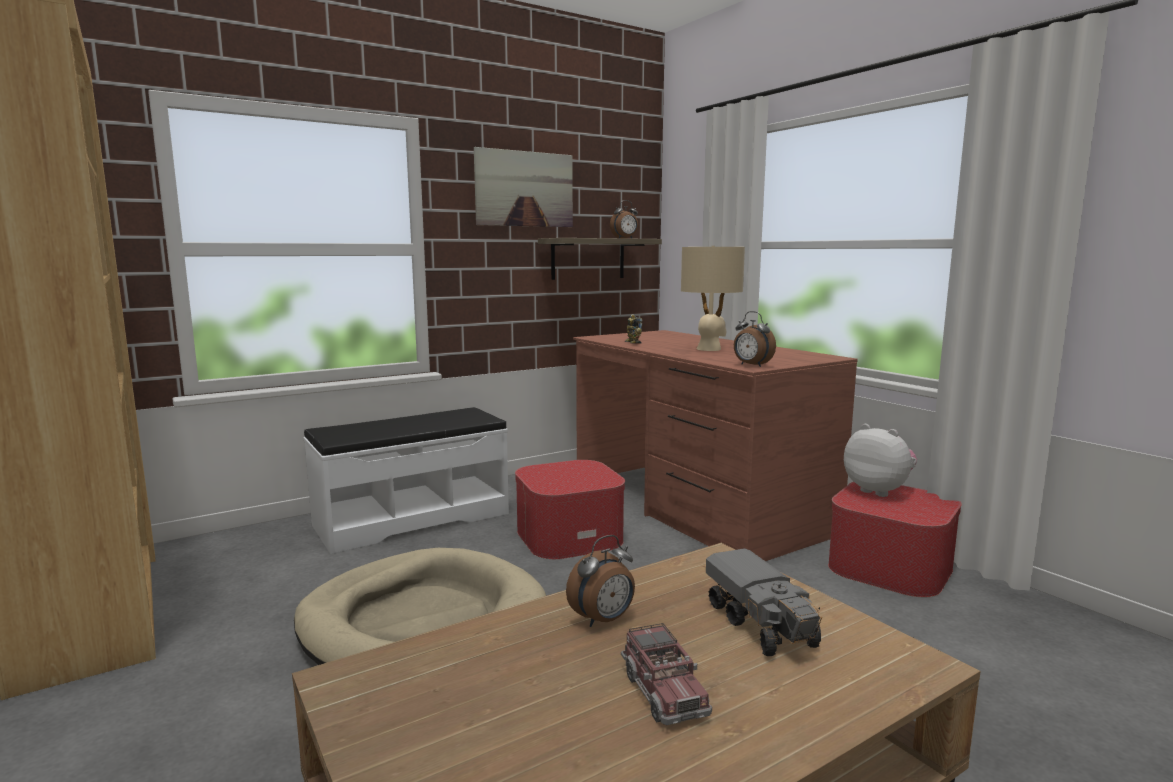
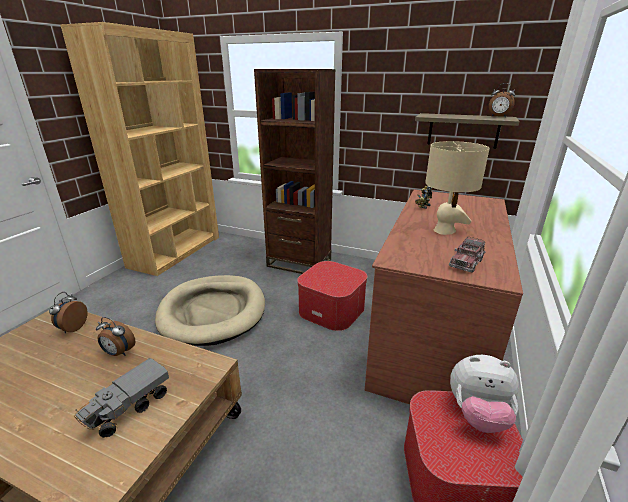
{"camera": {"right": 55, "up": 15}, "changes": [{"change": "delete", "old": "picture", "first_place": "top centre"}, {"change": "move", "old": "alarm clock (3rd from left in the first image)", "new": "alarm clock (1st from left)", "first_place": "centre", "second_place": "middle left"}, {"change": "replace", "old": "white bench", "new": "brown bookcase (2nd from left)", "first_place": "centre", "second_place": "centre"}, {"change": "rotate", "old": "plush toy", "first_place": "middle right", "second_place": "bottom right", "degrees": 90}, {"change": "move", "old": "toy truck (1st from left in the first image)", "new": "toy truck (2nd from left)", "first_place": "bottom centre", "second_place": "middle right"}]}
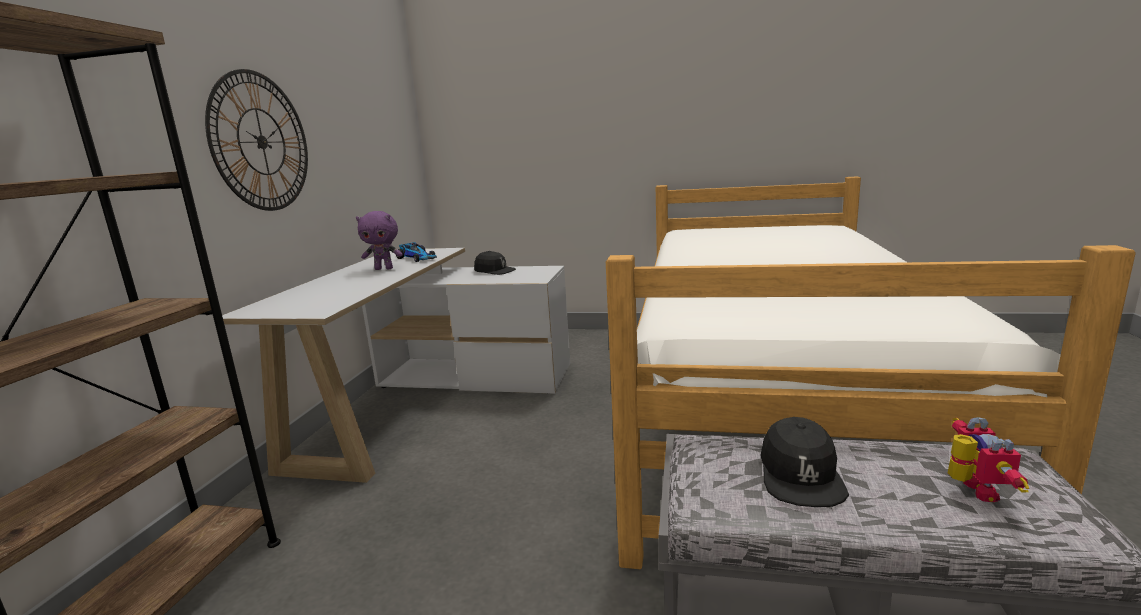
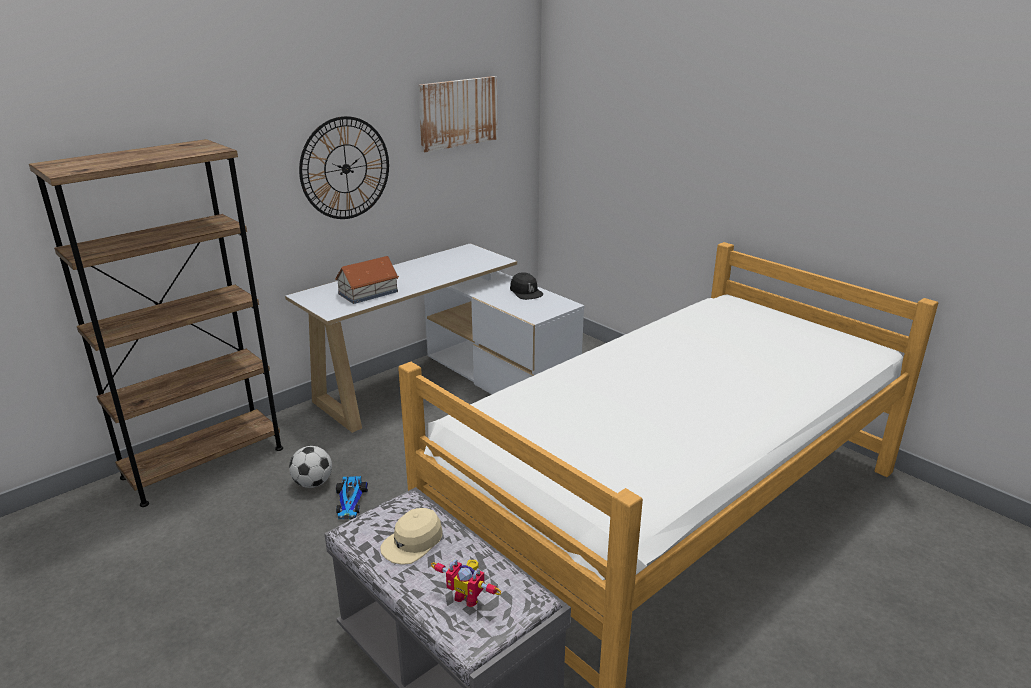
{"camera": {"right": 35, "up": 10}, "changes": [{"change": "delete", "old": "purple plush toy", "first_place": "middle left"}, {"change": "move", "old": "toy car", "first_place": "centre", "second_place": "bottom centre"}, {"change": "recolor", "old": "black cap (2nd from left)", "new": "beige cap", "first_place": "bottom right", "second_place": "bottom centre"}, {"change": "rotate", "old": "toy robot", "first_place": "bottom right", "second_place": "bottom centre", "degrees": 75}, {"change": "insert", "new": "picture", "second_place": "top centre"}, {"change": "insert", "new": "toy house", "second_place": "centre"}, {"change": "insert", "new": "football", "second_place": "bottom left"}]}
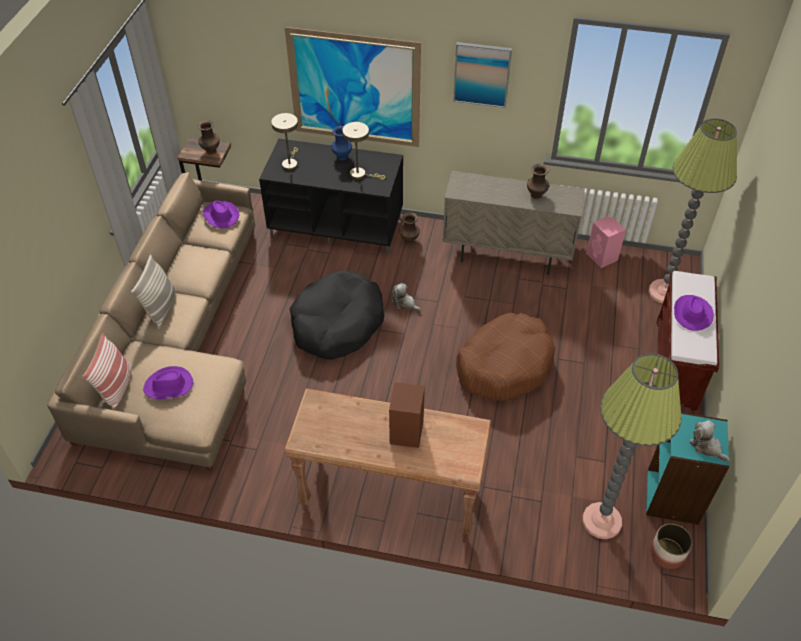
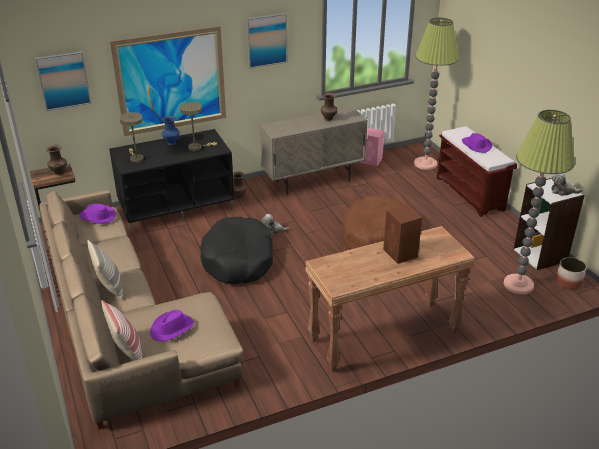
{"camera": {"right": -35, "up": -15}, "changes": [{"change": "recolor", "old": "turquoise bookcase", "new": "white bookcase", "first_place": "bottom right", "second_place": "middle right"}, {"change": "insert", "new": "picture (1st from left)", "second_place": "top left"}]}
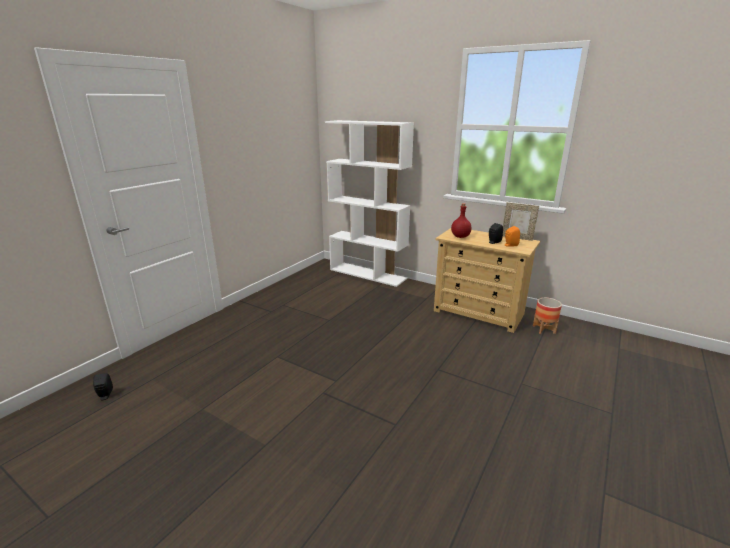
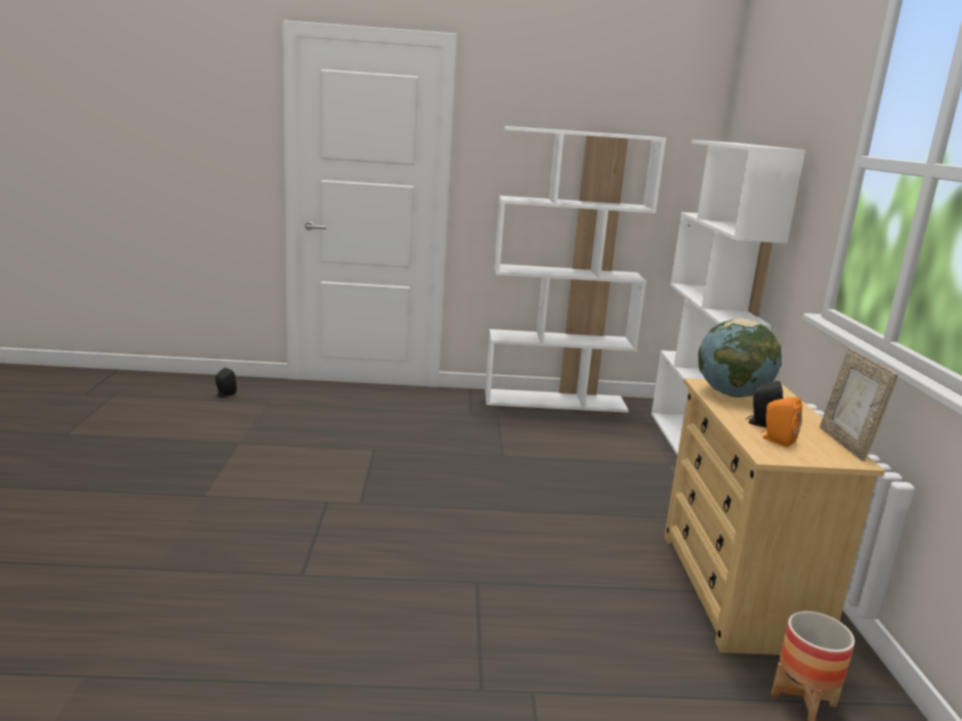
{"camera": {"right": 55, "up": -5}, "changes": [{"change": "replace", "old": "red bottle", "new": "globe", "first_place": "centre", "second_place": "middle right"}, {"change": "insert", "new": "white bookcase (1st from left)", "second_place": "centre"}]}
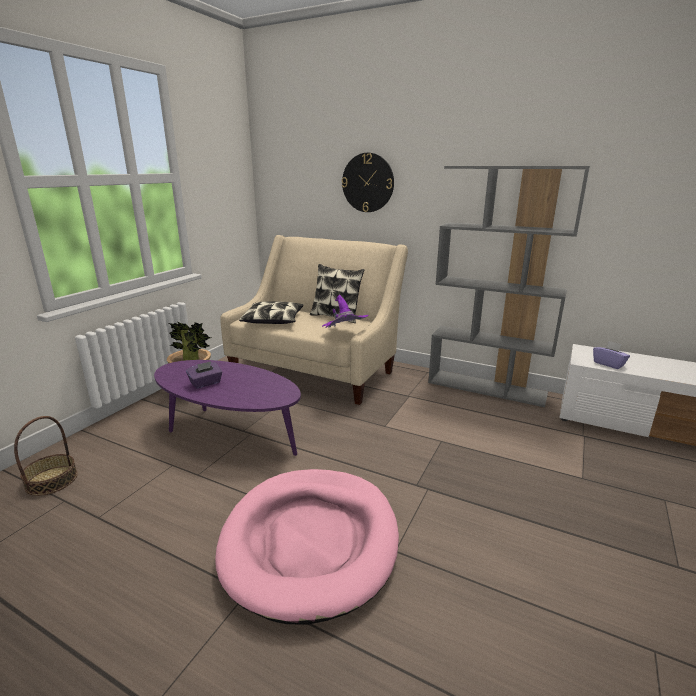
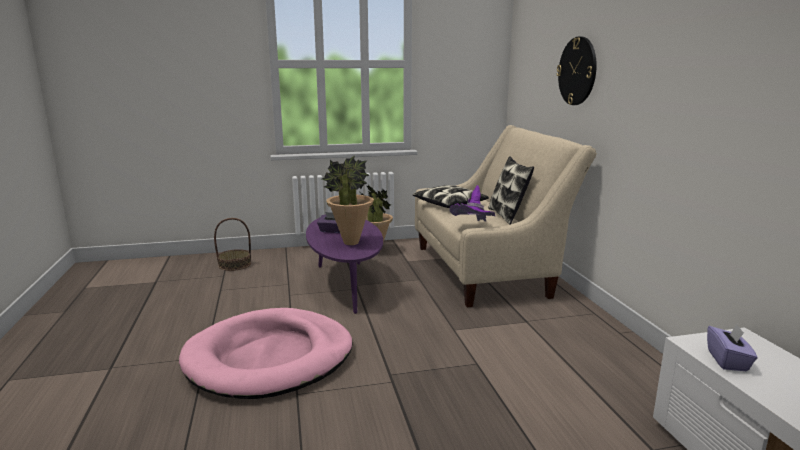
{"camera": {"right": 50, "up": -5}, "changes": [{"change": "delete", "old": "grey bookcase", "first_place": "middle right"}, {"change": "insert", "new": "potted plant (1st from left)", "second_place": "centre"}]}
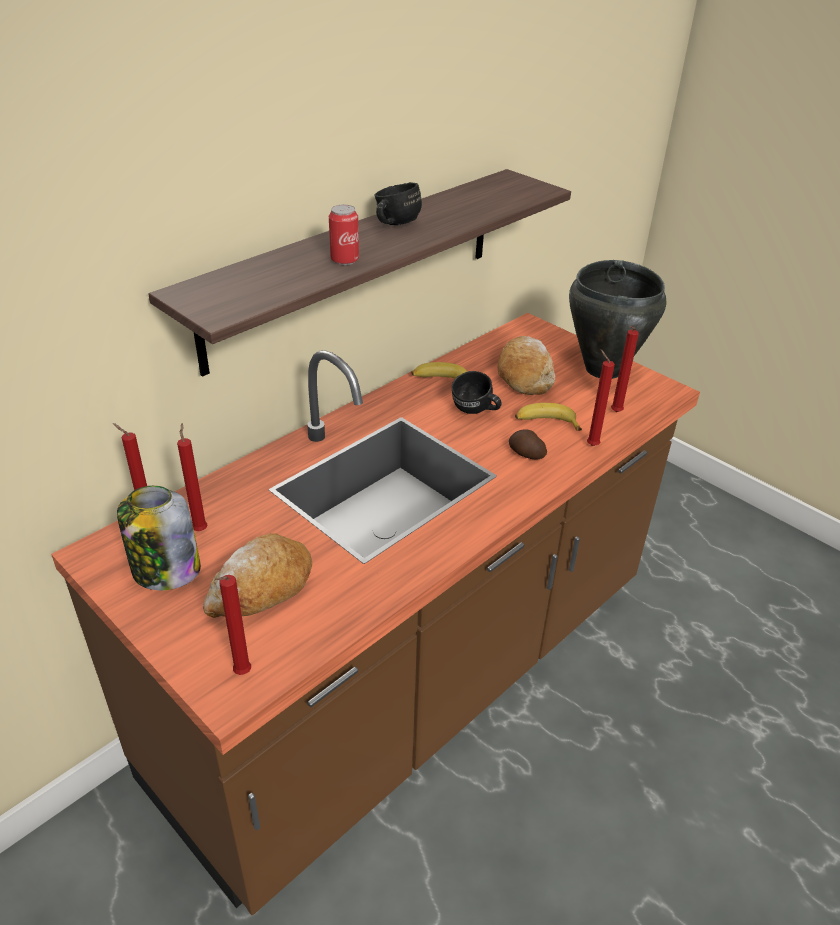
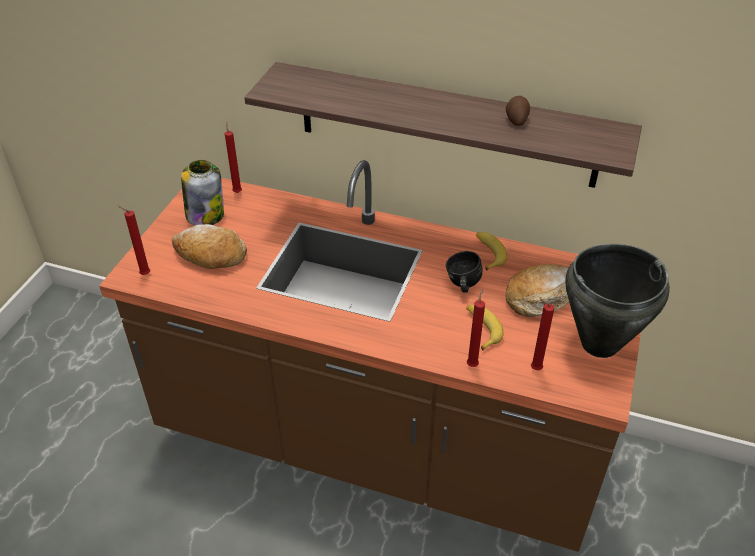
{"camera": {"right": 65, "up": 5}, "changes": [{"change": "delete", "old": "black mug (1st from left)", "first_place": "top centre"}, {"change": "delete", "old": "can", "first_place": "top centre"}, {"change": "delete", "old": "red candle (2nd from left)", "first_place": "middle left"}, {"change": "move", "old": "potato", "first_place": "centre", "second_place": "top right"}]}
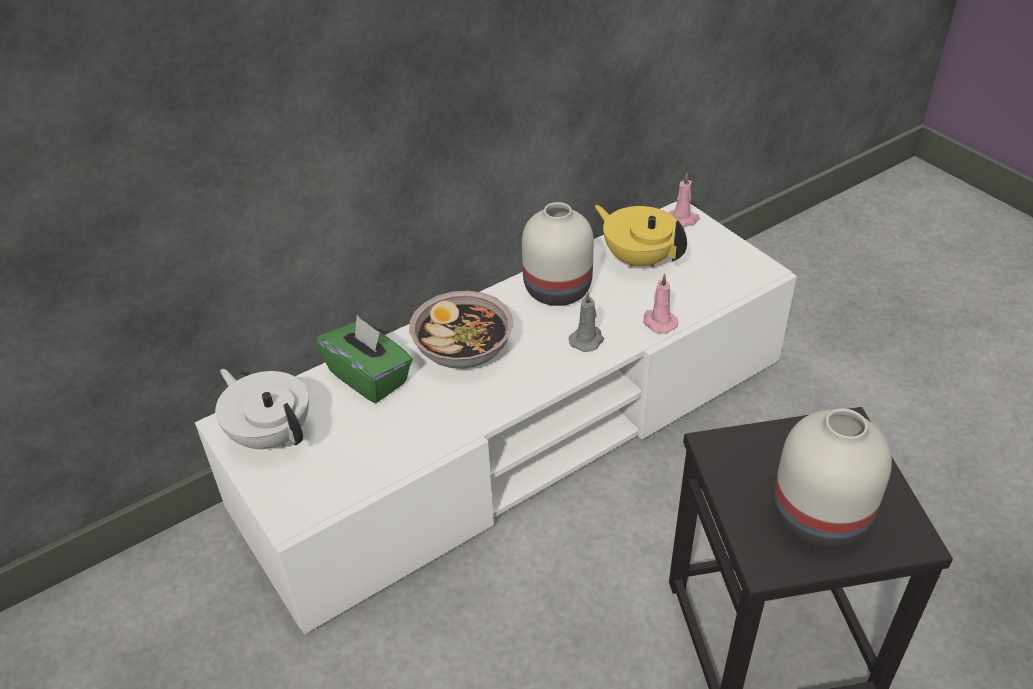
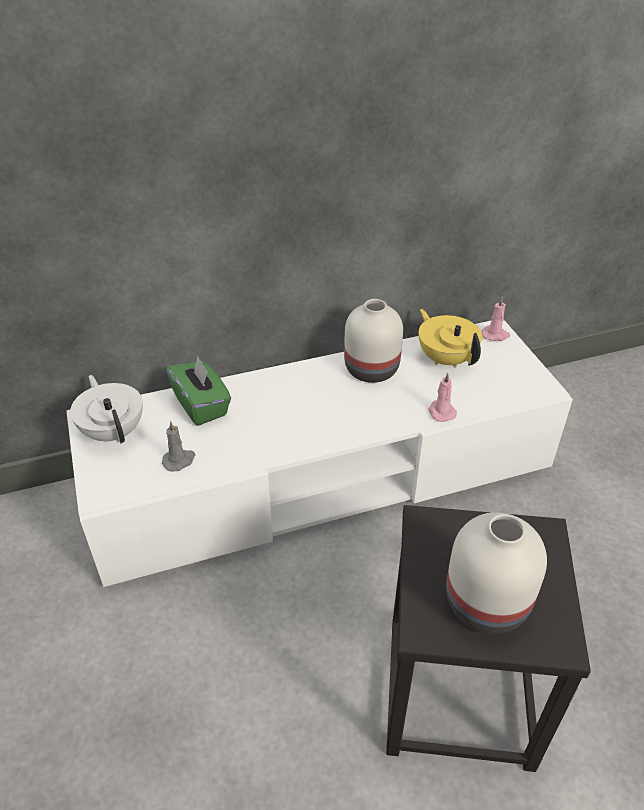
{"camera": {"right": 15, "up": 0}, "changes": [{"change": "delete", "old": "bowl", "first_place": "centre"}, {"change": "move", "old": "grey candle", "first_place": "centre", "second_place": "middle left"}]}
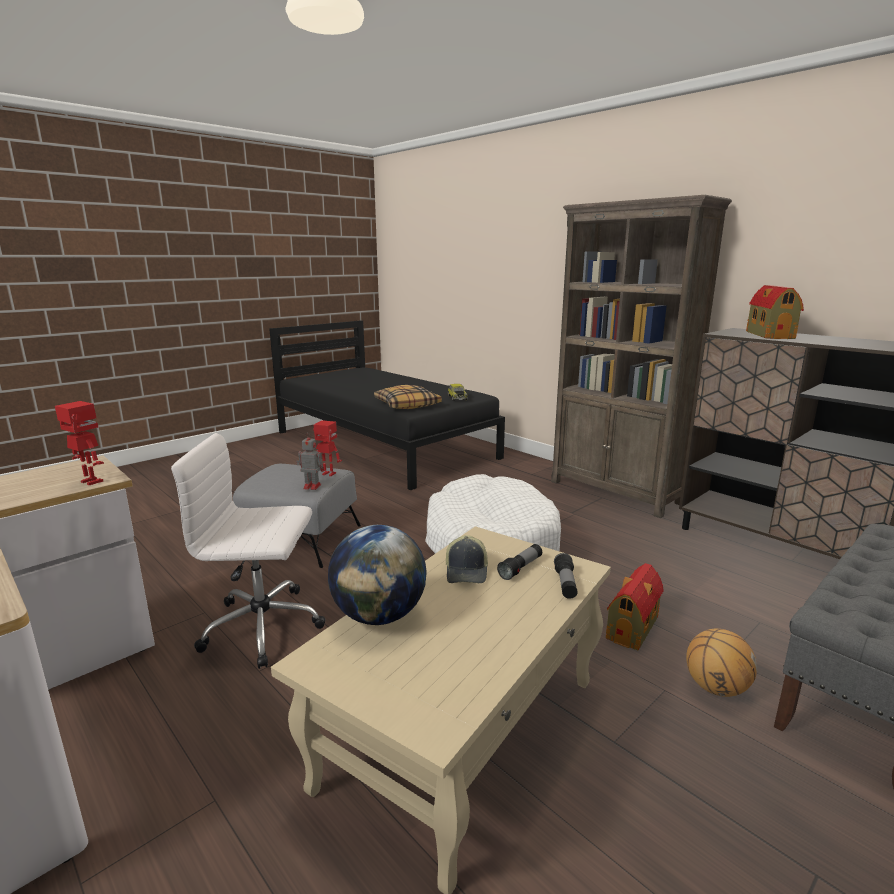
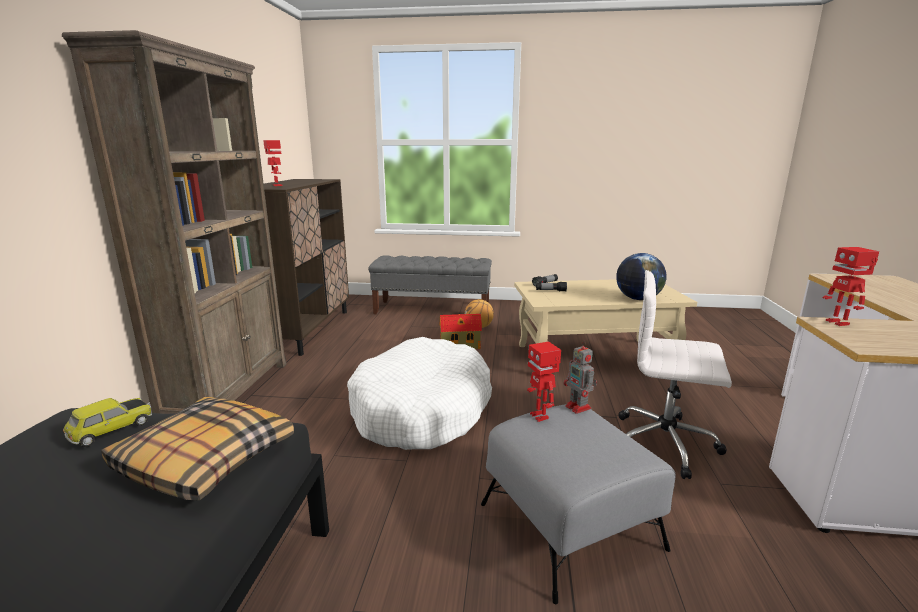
{"camera": {"right": -130, "up": 0}, "changes": [{"change": "replace", "old": "toy house (2nd from left)", "new": "toy robot (1st from left)", "first_place": "middle right", "second_place": "top left"}, {"change": "rotate", "old": "white office chair", "first_place": "middle left", "second_place": "middle right", "degrees": 150}, {"change": "delete", "old": "cap", "first_place": "centre"}]}
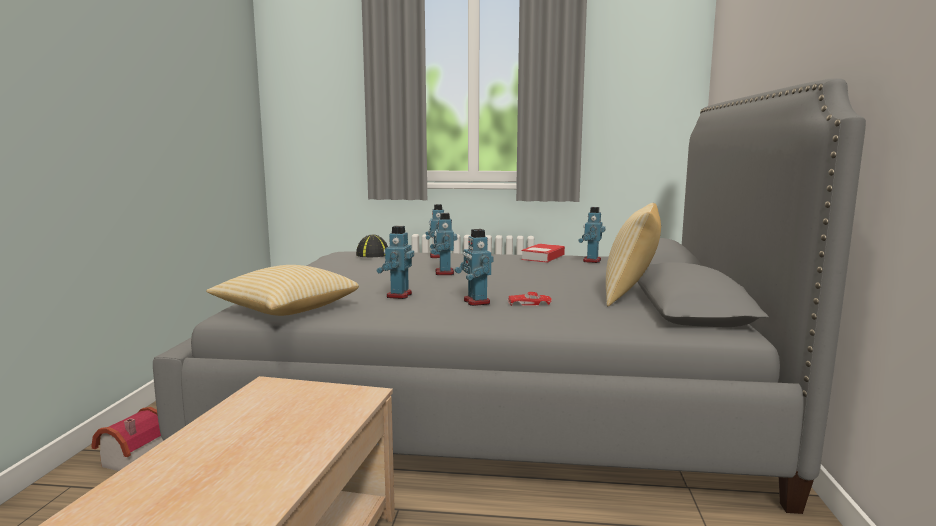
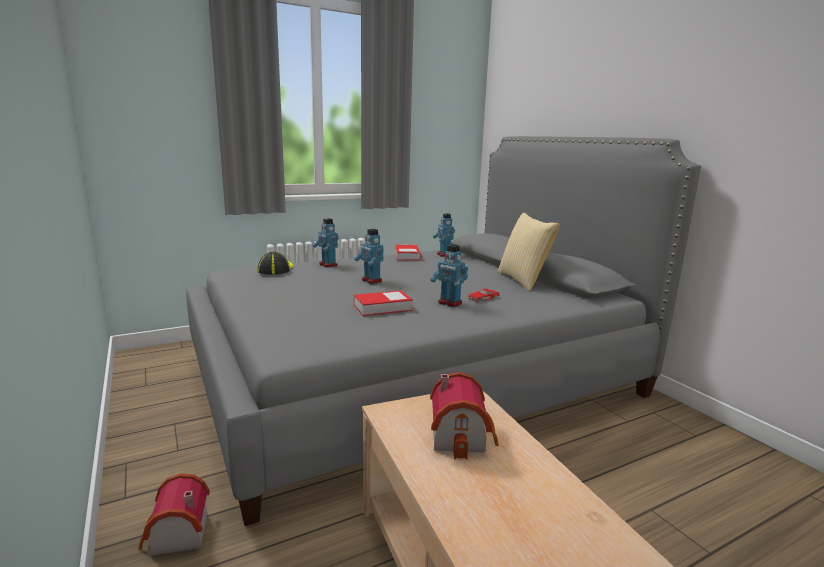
{"camera": {"right": -35, "up": 5}, "changes": [{"change": "replace", "old": "toy robot (1st from left)", "new": "book (1st from left)", "first_place": "centre", "second_place": "centre"}, {"change": "delete", "old": "pillow (1st from left)", "first_place": "middle left"}, {"change": "insert", "new": "toy house (2nd from left)", "second_place": "bottom centre"}]}
